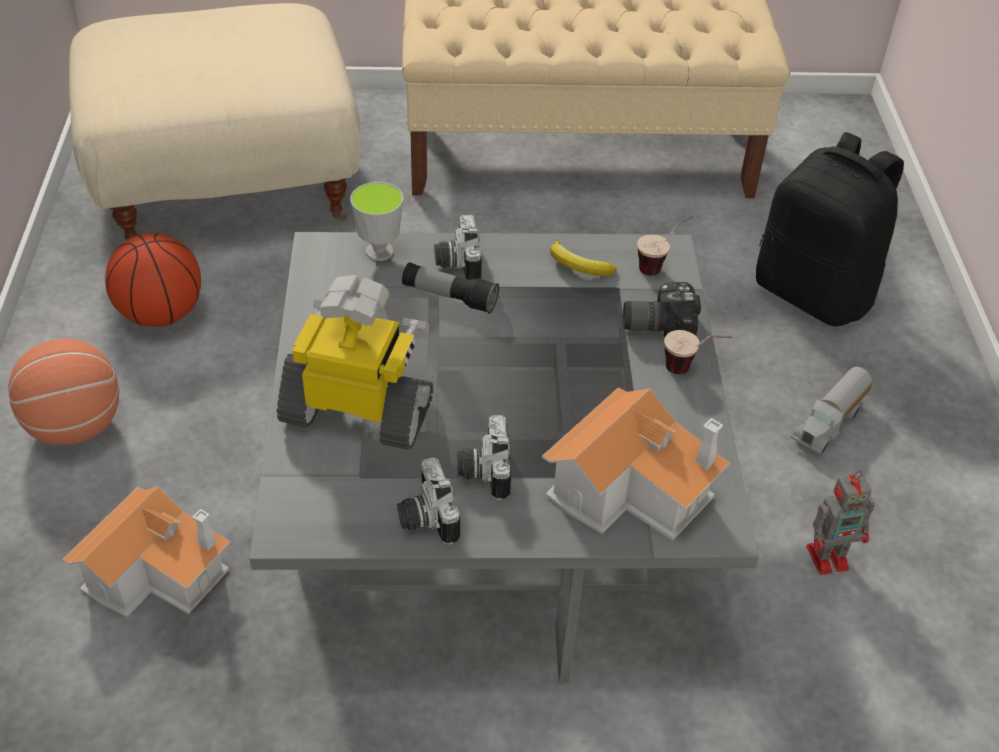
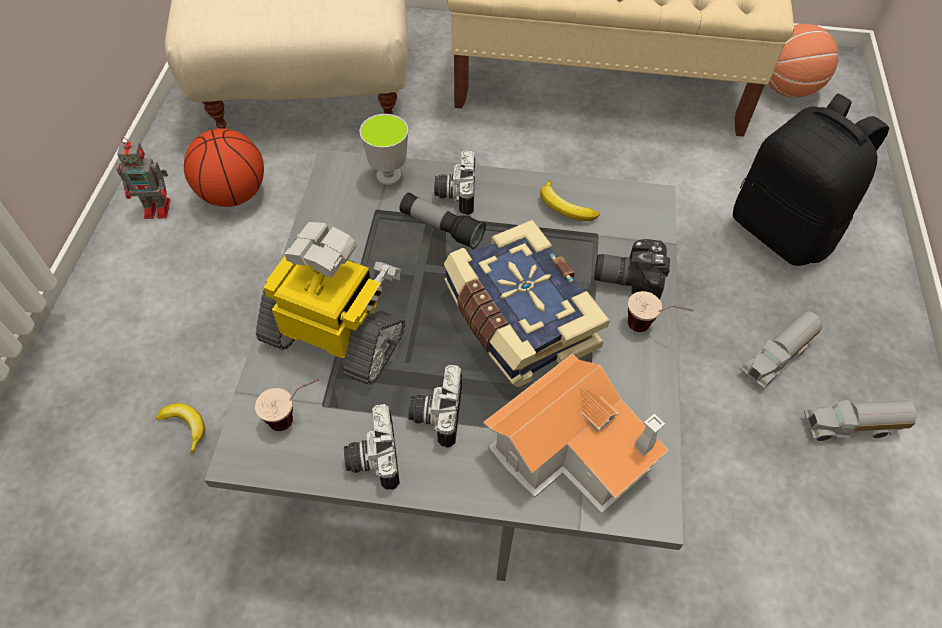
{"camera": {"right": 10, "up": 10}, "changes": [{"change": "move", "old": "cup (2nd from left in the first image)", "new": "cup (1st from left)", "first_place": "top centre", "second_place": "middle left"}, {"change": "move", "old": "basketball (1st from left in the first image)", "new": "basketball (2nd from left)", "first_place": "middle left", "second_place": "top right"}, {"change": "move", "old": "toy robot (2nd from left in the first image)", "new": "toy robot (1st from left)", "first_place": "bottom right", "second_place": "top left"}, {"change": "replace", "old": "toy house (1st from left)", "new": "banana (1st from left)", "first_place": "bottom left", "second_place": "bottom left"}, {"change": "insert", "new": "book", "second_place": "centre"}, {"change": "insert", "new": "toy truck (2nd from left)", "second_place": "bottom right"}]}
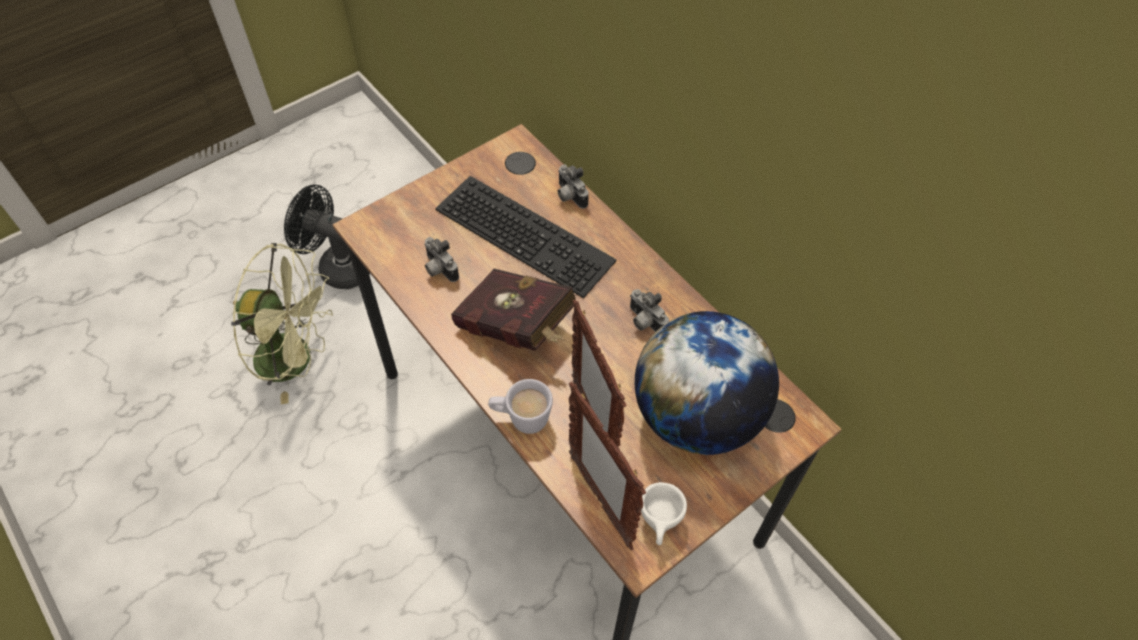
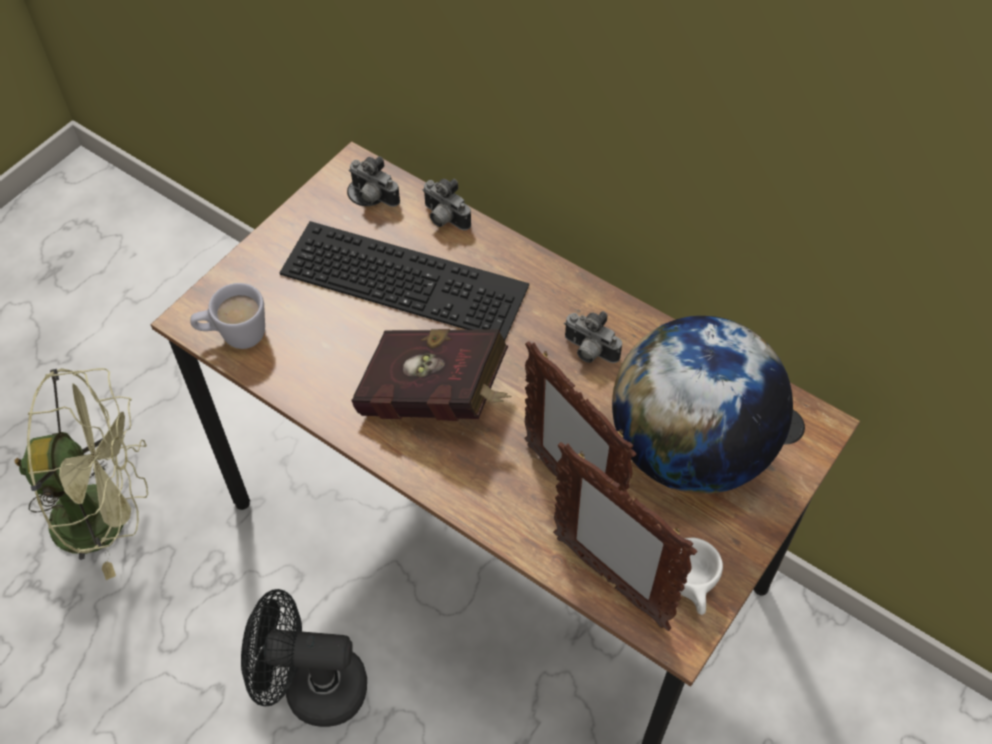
{"camera": {"right": -15, "up": 0}, "changes": [{"change": "move", "old": "black fan", "first_place": "middle left", "second_place": "bottom left"}, {"change": "move", "old": "photo camera (1st from left)", "first_place": "centre", "second_place": "top centre"}, {"change": "move", "old": "white mug", "first_place": "centre", "second_place": "middle left"}]}
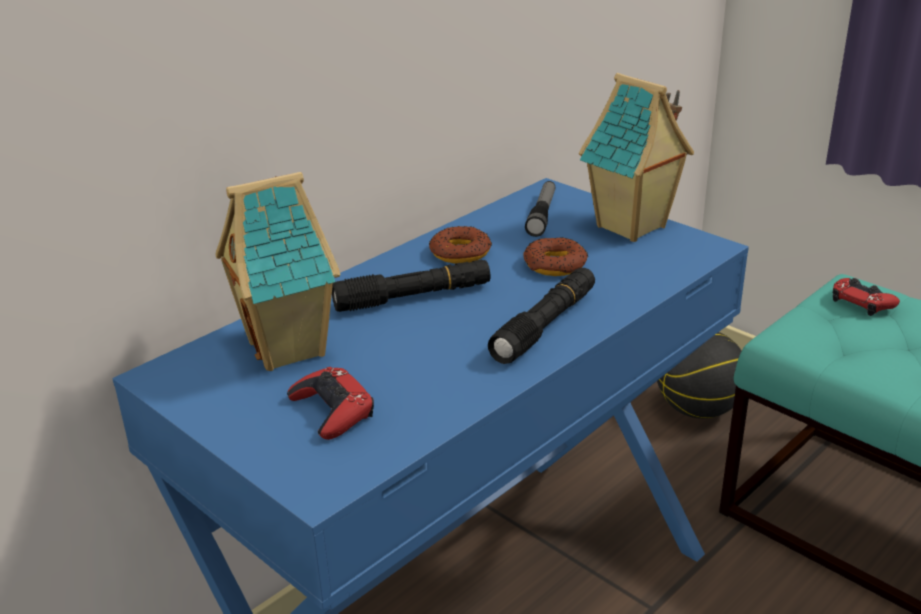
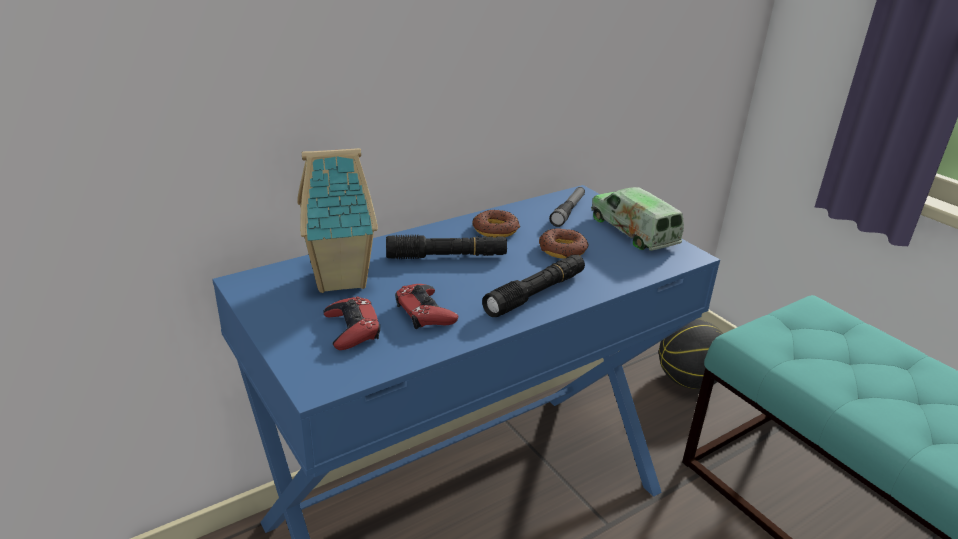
{"camera": {"right": 10, "up": 0}, "changes": [{"change": "replace", "old": "toy house (2nd from left)", "new": "toy truck", "first_place": "top right", "second_place": "centre"}, {"change": "move", "old": "red game controller (2nd from left)", "first_place": "middle right", "second_place": "centre"}]}
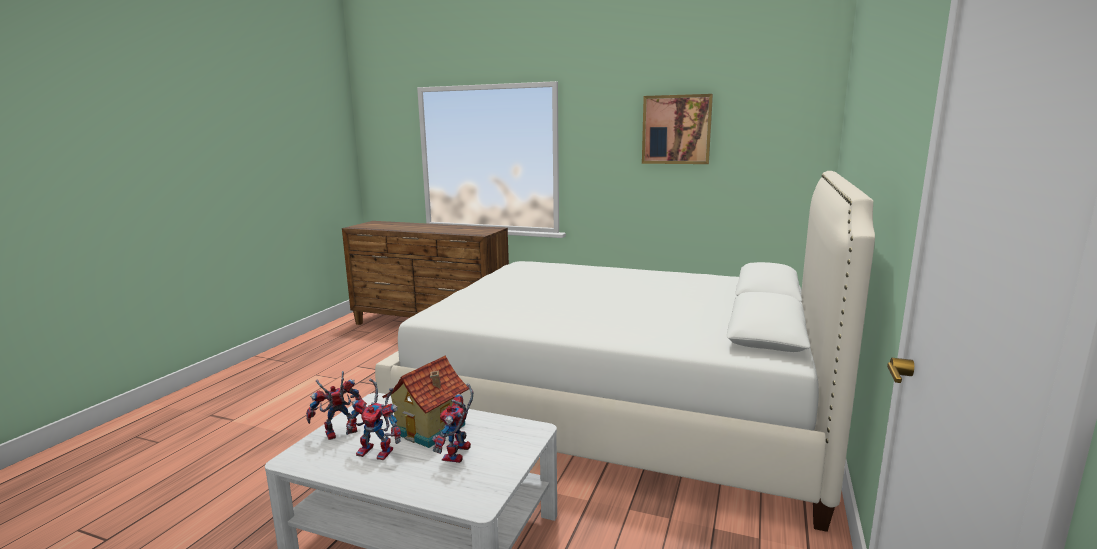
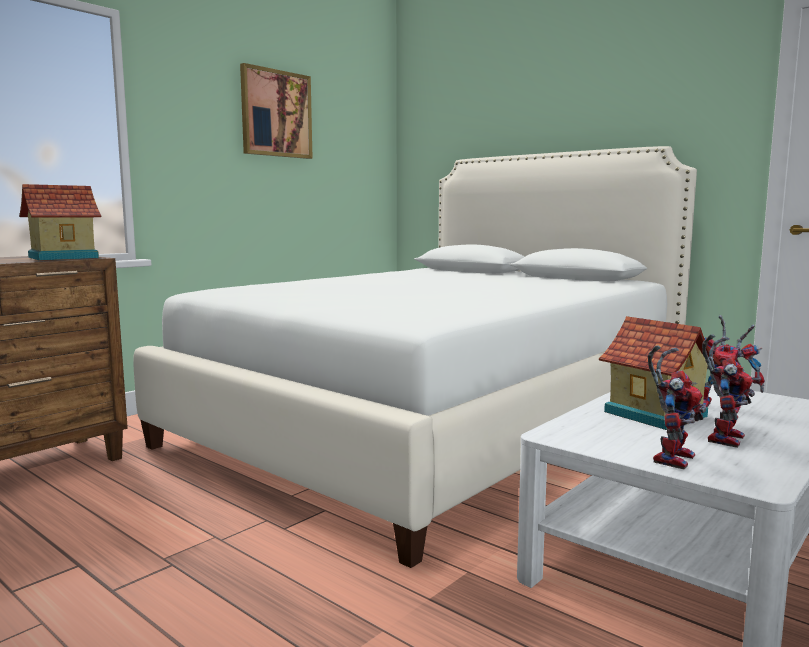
{"camera": {"right": -70, "up": -5}, "changes": [{"change": "rotate", "old": "toy robot (1st from left)", "first_place": "bottom left", "second_place": "middle right", "degrees": -135}, {"change": "insert", "new": "toy house (1st from left)", "second_place": "middle left"}]}
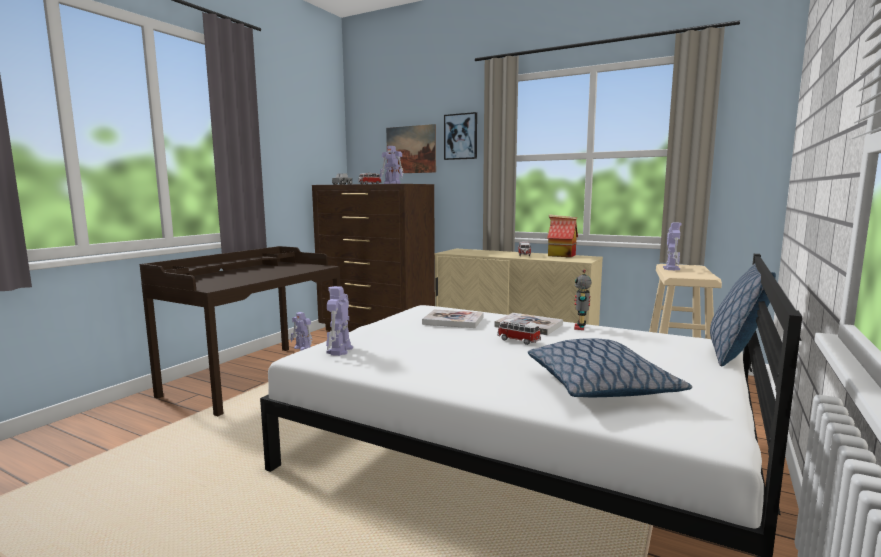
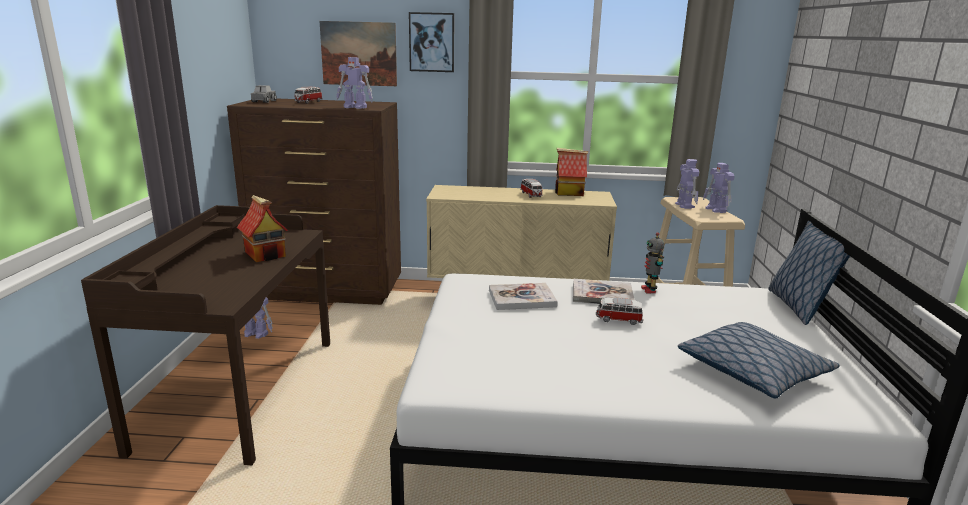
{"camera": {"right": -25, "up": 10}, "changes": [{"change": "move", "old": "toy robot (2nd from left in the first image)", "new": "toy robot (5th from left)", "first_place": "centre", "second_place": "middle right"}, {"change": "insert", "new": "toy house (1st from left)", "second_place": "middle left"}]}
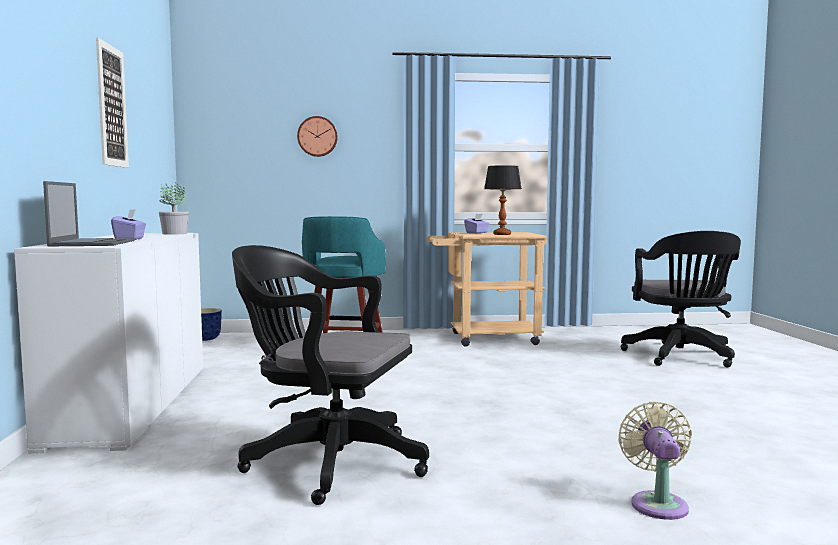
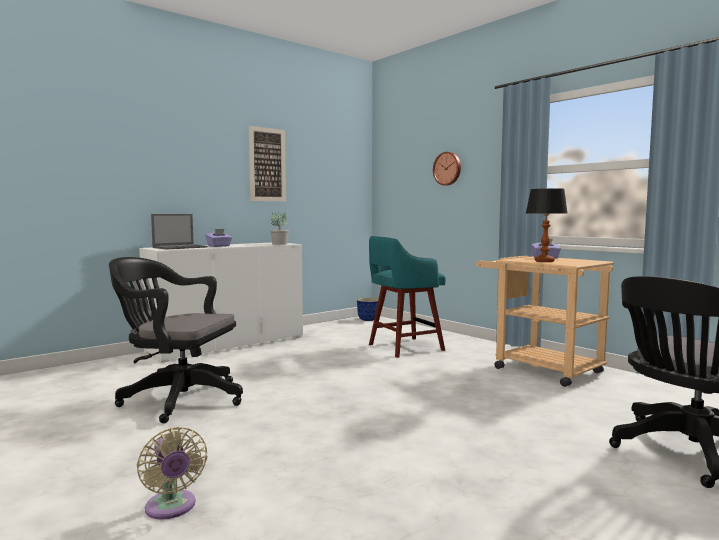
{"camera": {"right": 55, "up": 0}, "changes": [{"change": "rotate", "old": "black office chair (1st from left)", "first_place": "bottom centre", "second_place": "middle left", "degrees": -60}, {"change": "rotate", "old": "beige fan", "first_place": "bottom right", "second_place": "bottom left", "degrees": 90}]}
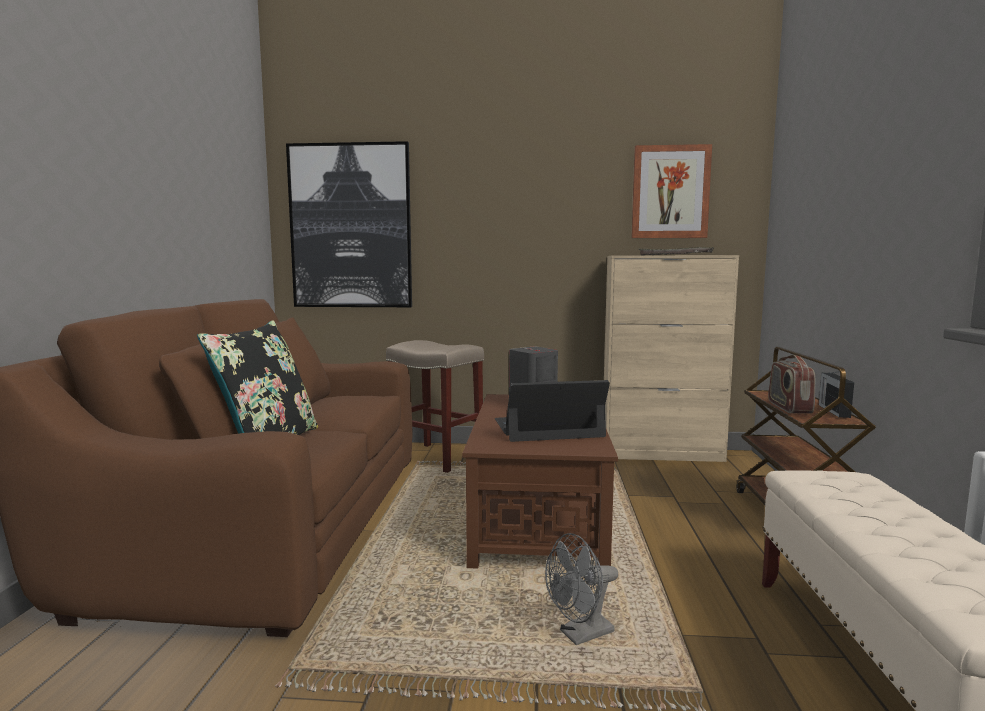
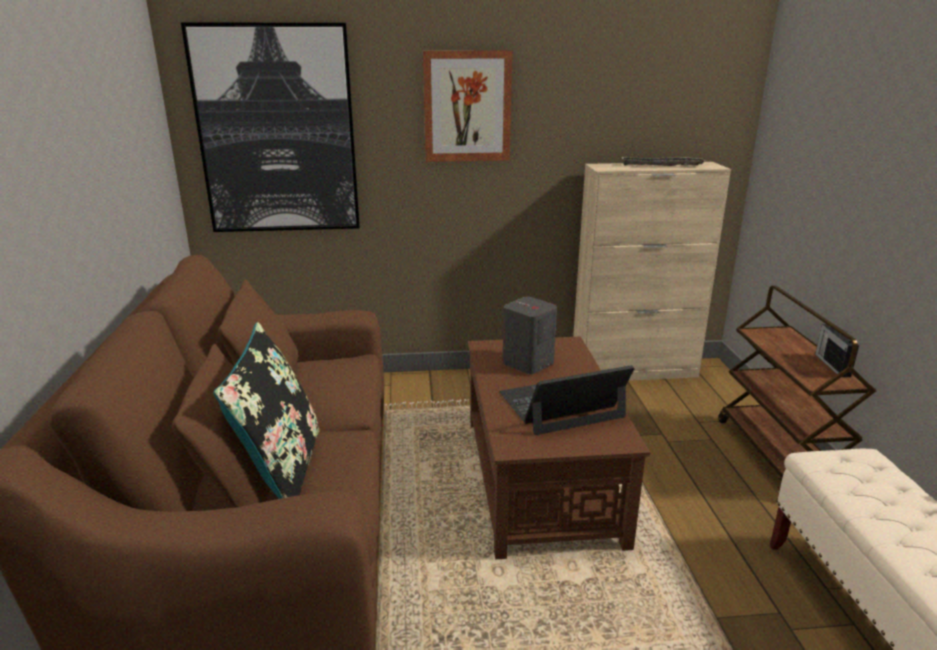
{"camera": {"right": -10, "up": 15}, "changes": [{"change": "move", "old": "picture (2nd from left)", "first_place": "top right", "second_place": "top centre"}, {"change": "delete", "old": "beige stool", "first_place": "centre"}, {"change": "delete", "old": "radio (1st from left)", "first_place": "middle right"}, {"change": "delete", "old": "grey fan", "first_place": "bottom centre"}]}
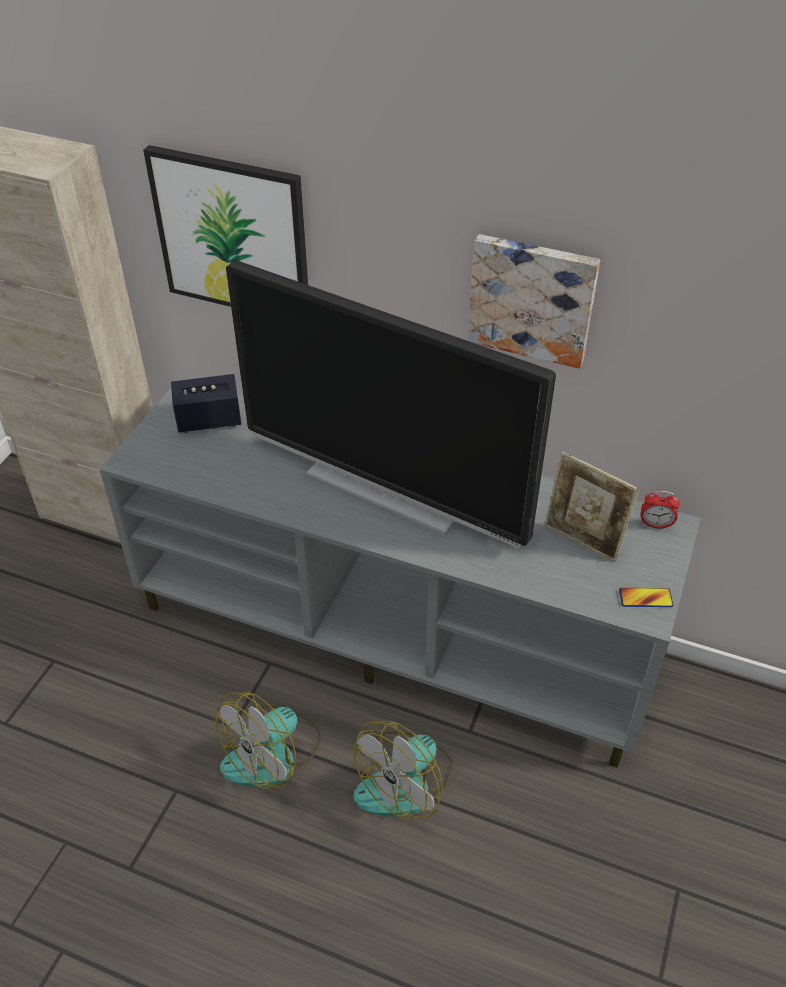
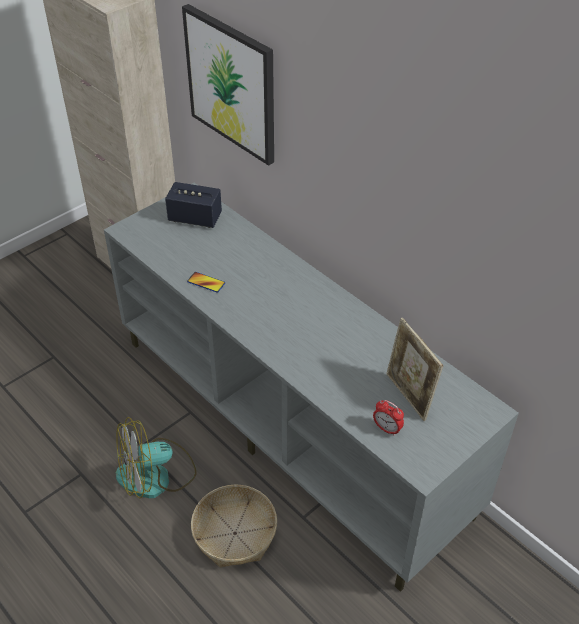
{"camera": {"right": 25, "up": 0}, "changes": [{"change": "delete", "old": "picture (2nd from left)", "first_place": "top right"}, {"change": "delete", "old": "television", "first_place": "centre"}, {"change": "move", "old": "alarm clock", "first_place": "middle right", "second_place": "bottom right"}, {"change": "move", "old": "phone", "first_place": "middle right", "second_place": "centre"}, {"change": "replace", "old": "fan (2nd from left)", "new": "basket", "first_place": "bottom centre", "second_place": "bottom centre"}]}
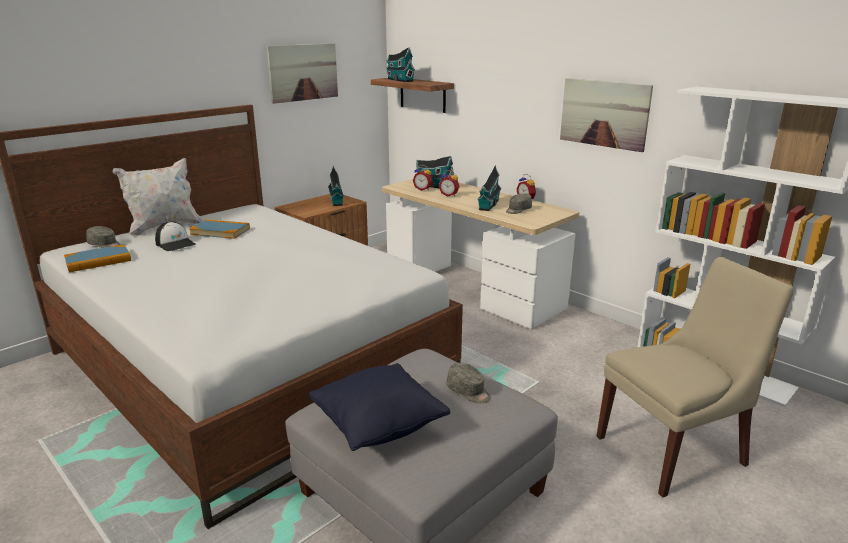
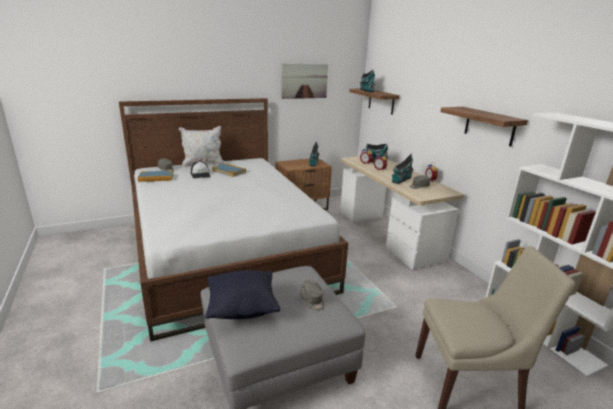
{"camera": {"right": 20, "up": 0}, "changes": [{"change": "replace", "old": "picture (2nd from left)", "new": "shelf (2nd from left)", "first_place": "top right", "second_place": "top right"}]}
